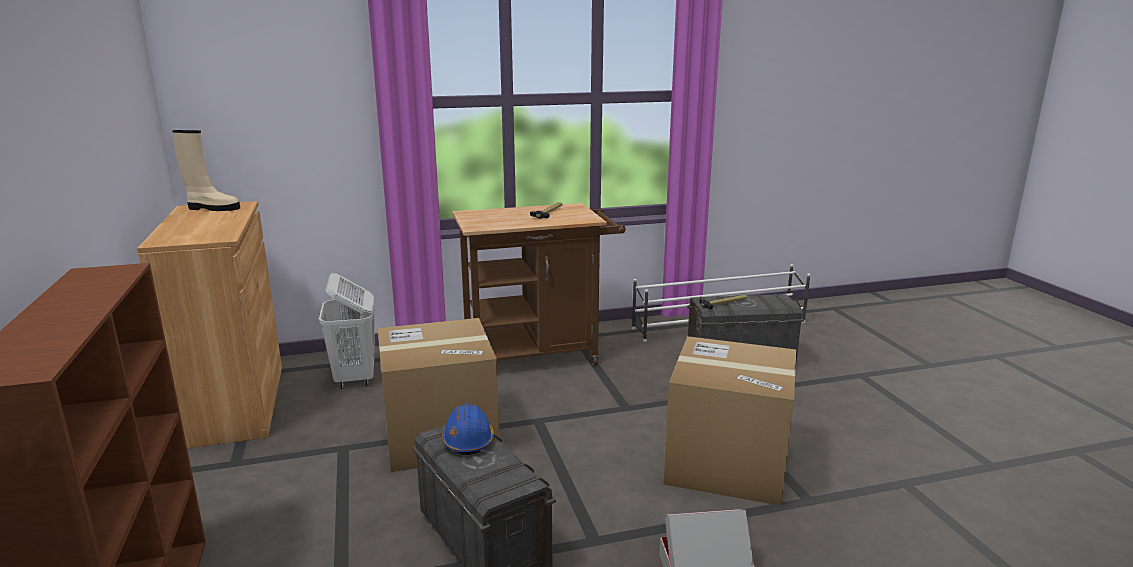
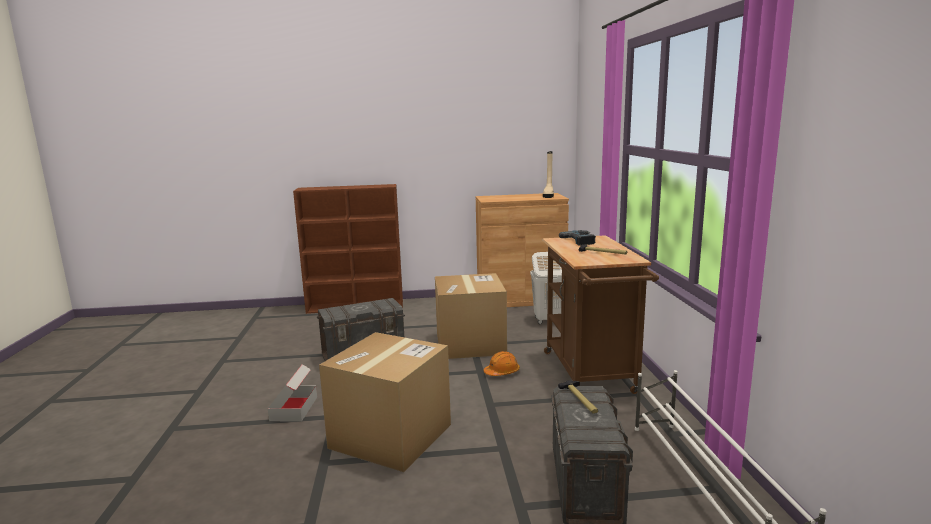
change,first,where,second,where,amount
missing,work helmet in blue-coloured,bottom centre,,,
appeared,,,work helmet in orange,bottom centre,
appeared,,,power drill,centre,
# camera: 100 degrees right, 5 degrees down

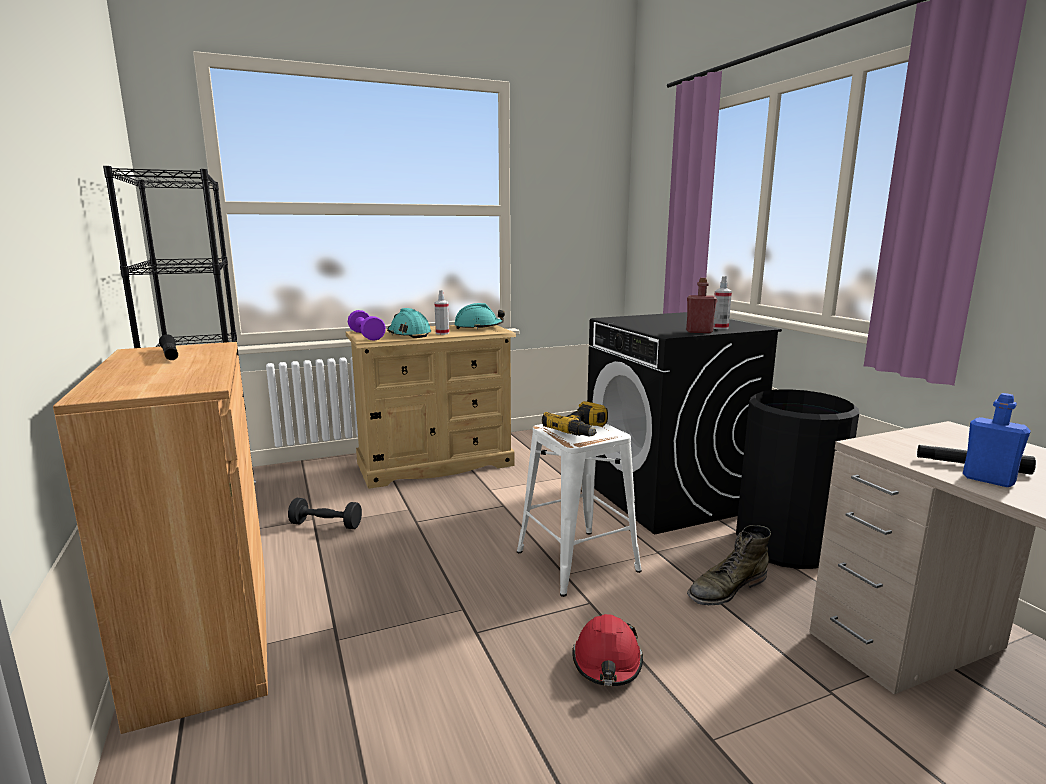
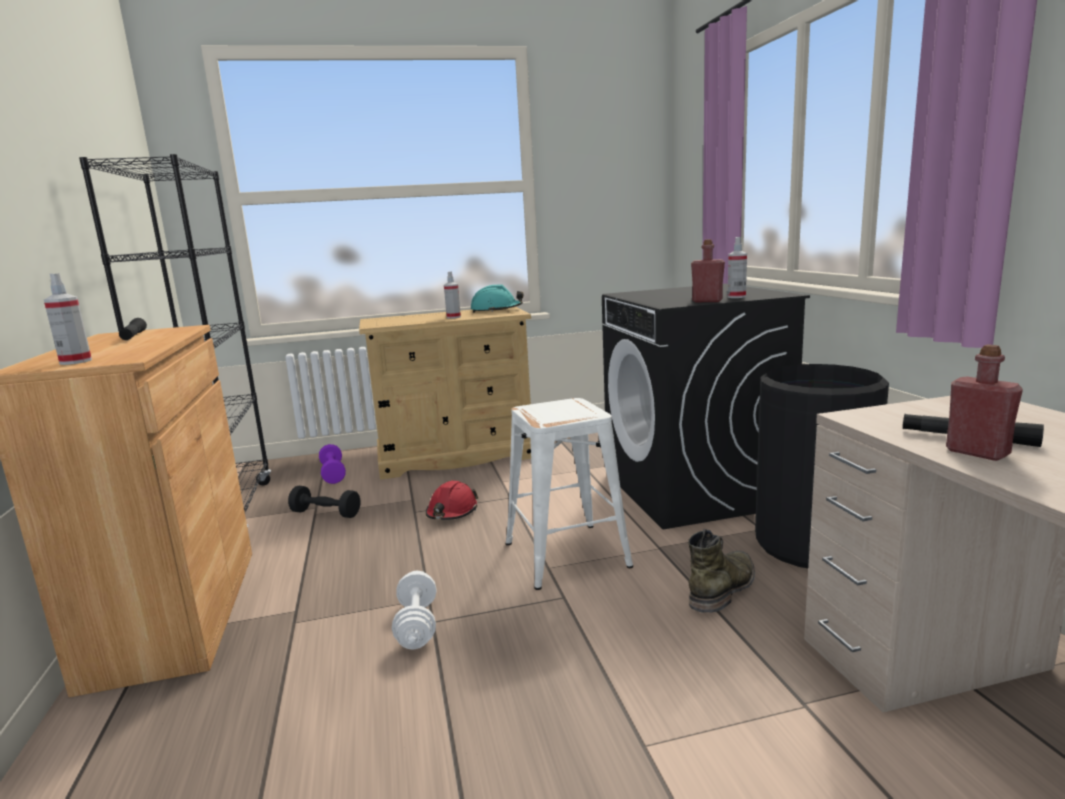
change,first,where,second,where,amount
missing,work helmet in turquoise (no. 1 from left),centre,,,
missing,power drill,centre,,,
appeared,,,hand sprayer (no. 1 from left),middle left,
appeared,,,hand weight in whitish,bottom centre,
relocated,hand weight in purple-coloured,centre,,middle left,
relocated,work helmet in red,bottom centre,,centre,
colour,beverage bottle in blue-coloured,middle right,beverage bottle in red (no. 2 from left),middle right,
spun,boot in green,bottom right,,bottom right,150 degrees clockwise
# camera: 10 degrees right, 0 degrees up

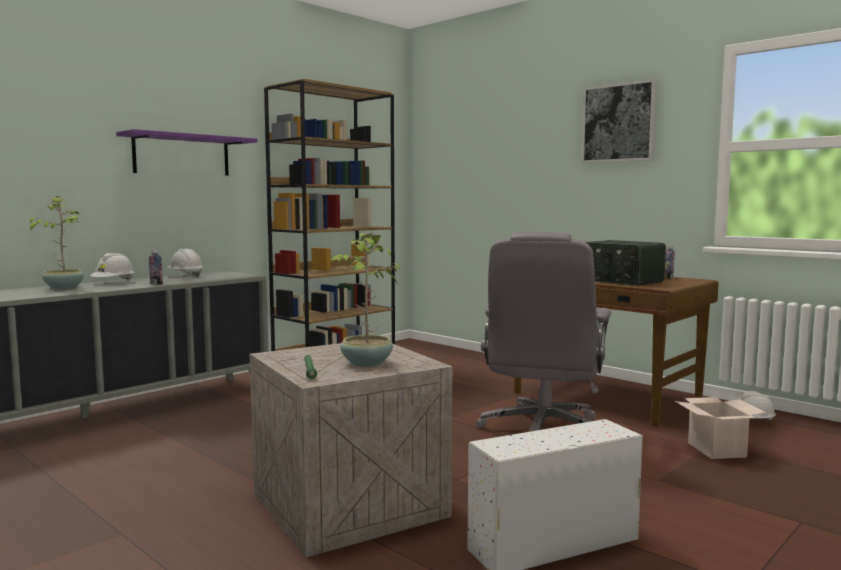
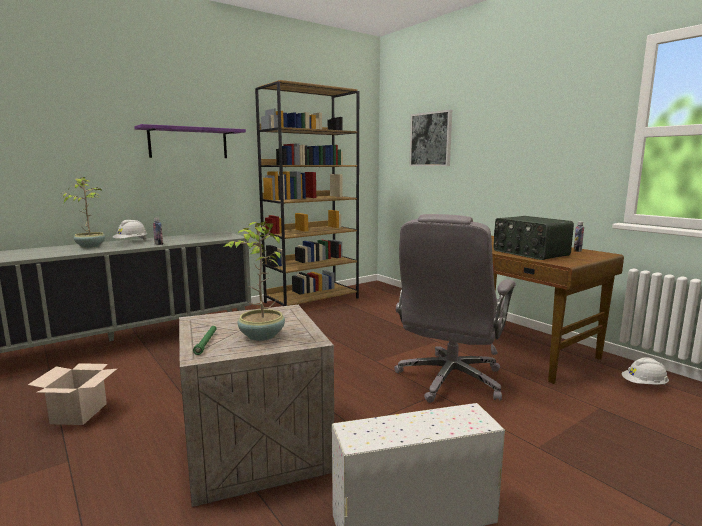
change,first,where,second,where,amount
missing,work helmet in whitish (no. 2 from left),middle left,,,
relocated,wall picture,top right,,top centre,
relocated,cardboard box,bottom right,,bottom left,
# camera: 10 degrees right, 5 degrees up

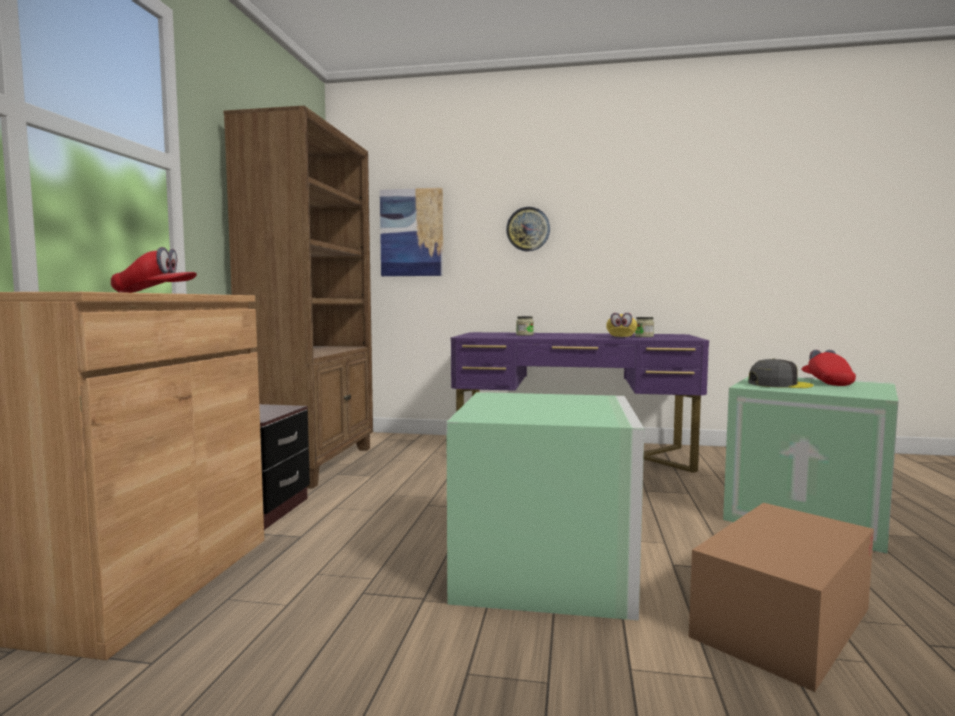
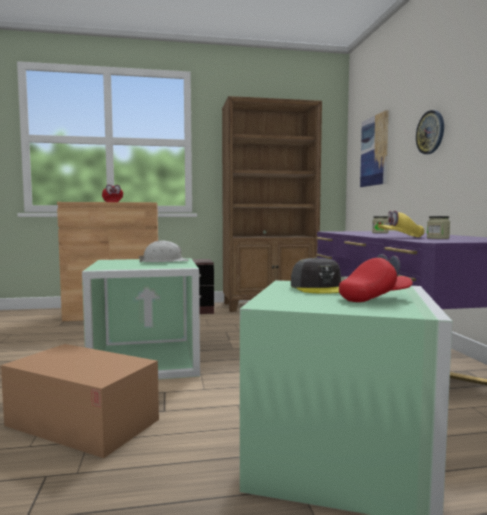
change,first,where,second,where,amount
appeared,,,work helmet in whitish,centre,
# camera: 70 degrees right, 0 degrees up

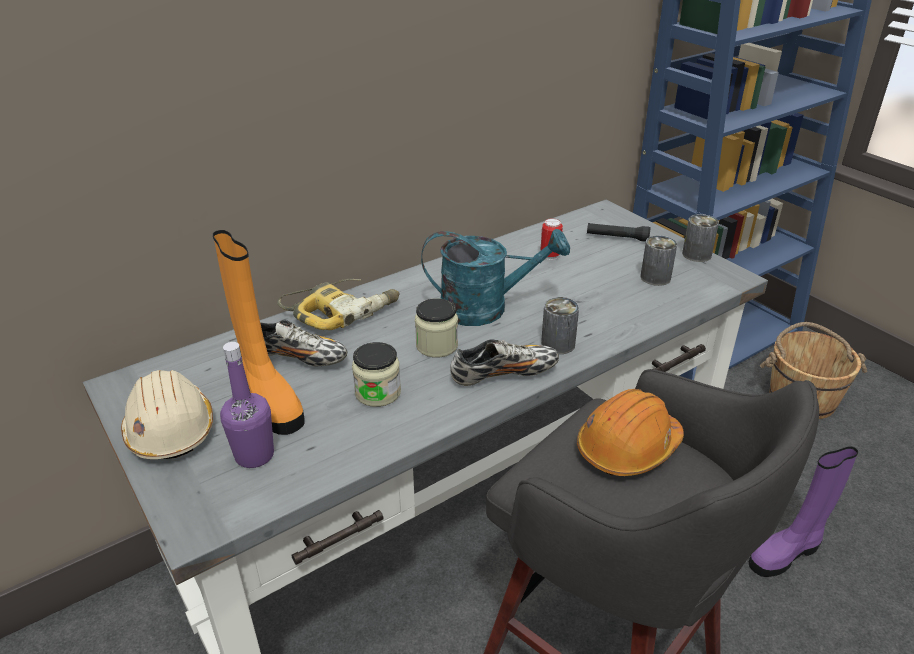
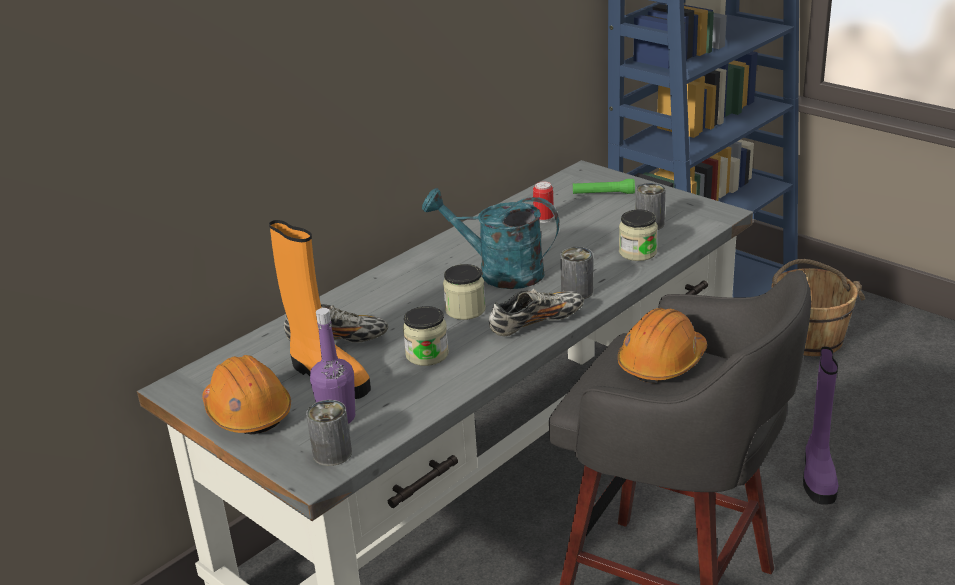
change,first,where,second,where,amount
missing,power drill,centre,,,
appeared,,,preserve jar (no. 3 from left),middle right,
relocated,sealed can (no. 4 from left in the first image),middle right,sealed can (no. 1 from left),bottom centre,
colour,work helmet in beige,middle left,work helmet in orange (no. 1 from left),bottom left,
colour,hand torch in black,middle right,hand torch in green,top centre,
spun,watering pot in turquoise,centre,,centre,150 degrees counterclockwise
spun,boot in purple-coloured,bottom right,,bottom right,45 degrees counterclockwise
# camera: 10 degrees left, 5 degrees down

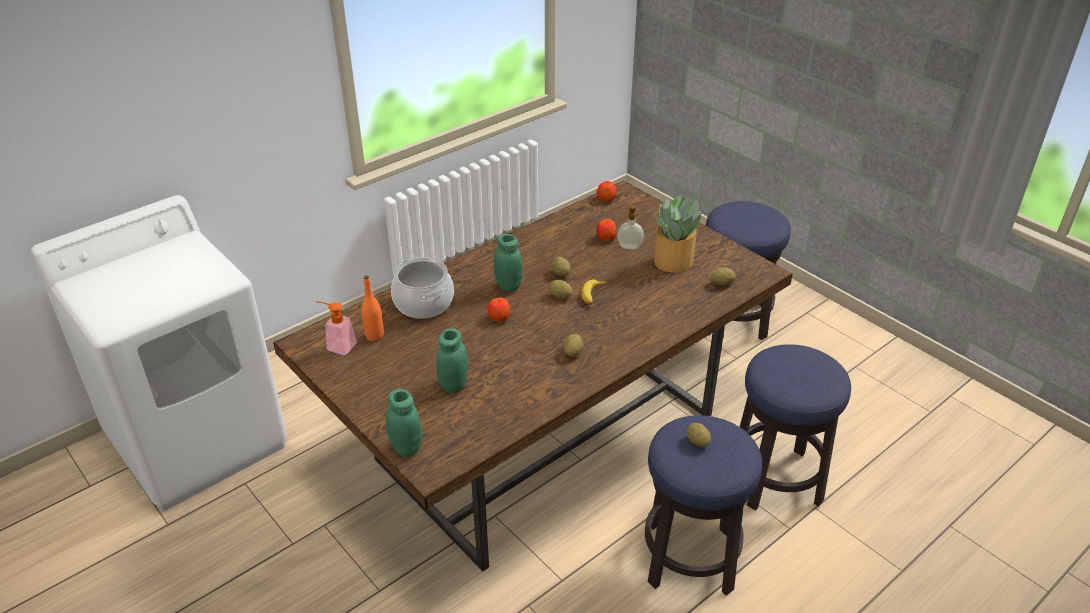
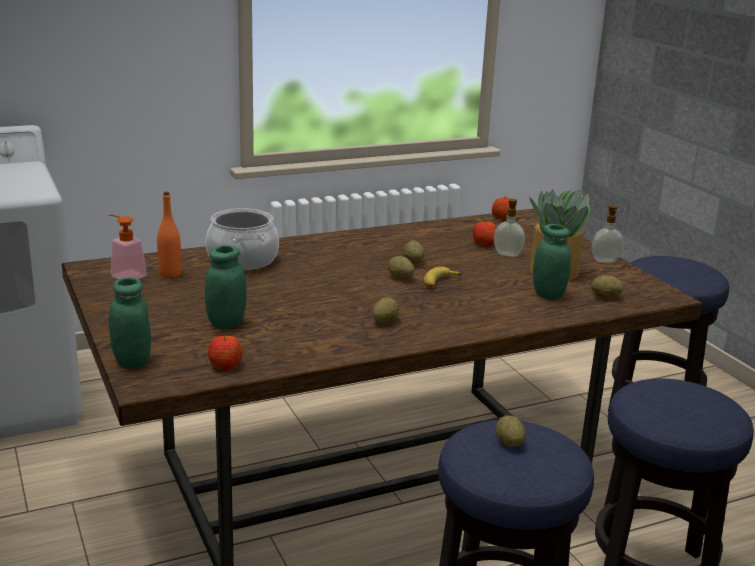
change,first,where,second,where,amount
appeared,,,soap bottle (no. 3 from left),middle right,
relocated,whole apple (no. 1 from left),centre,,middle left,
relocated,preserve jar in green (no. 3 from left),centre,,middle right,
# camera: 15 degrees right, 15 degrees down

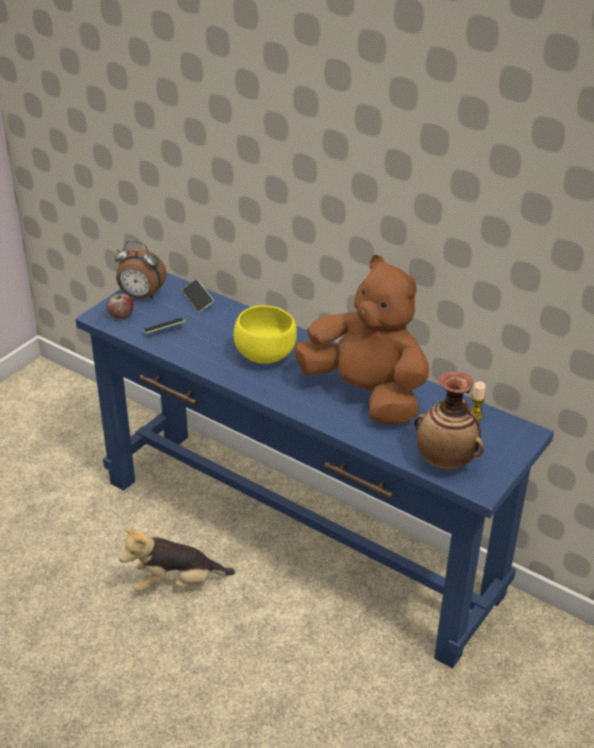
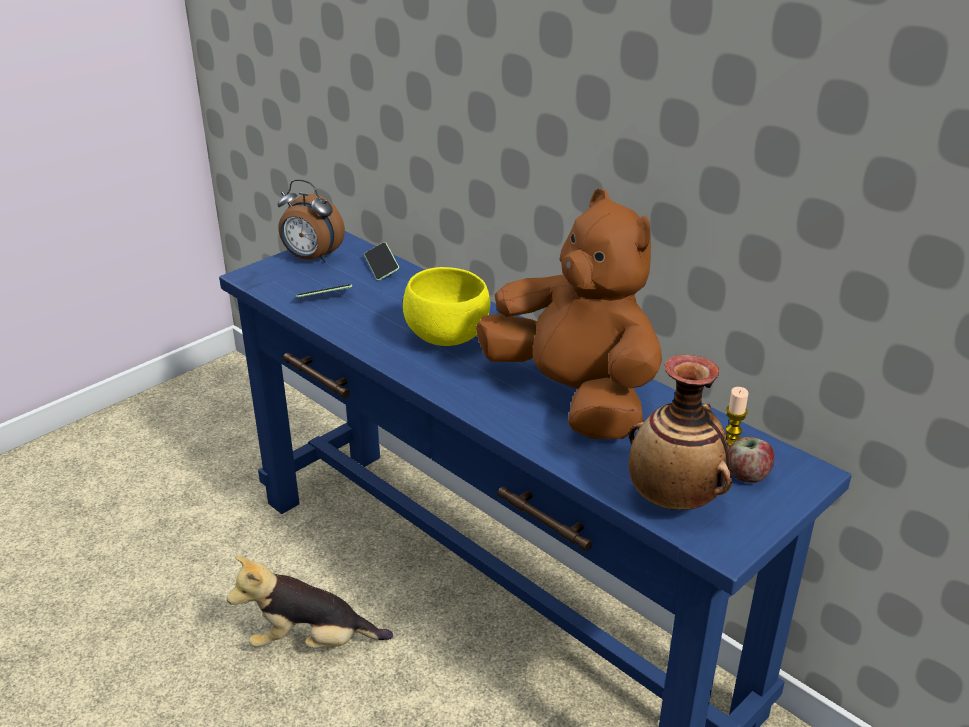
change,first,where,second,where,amount
relocated,whole apple,middle left,,middle right,
# camera: 10 degrees right, 5 degrees down

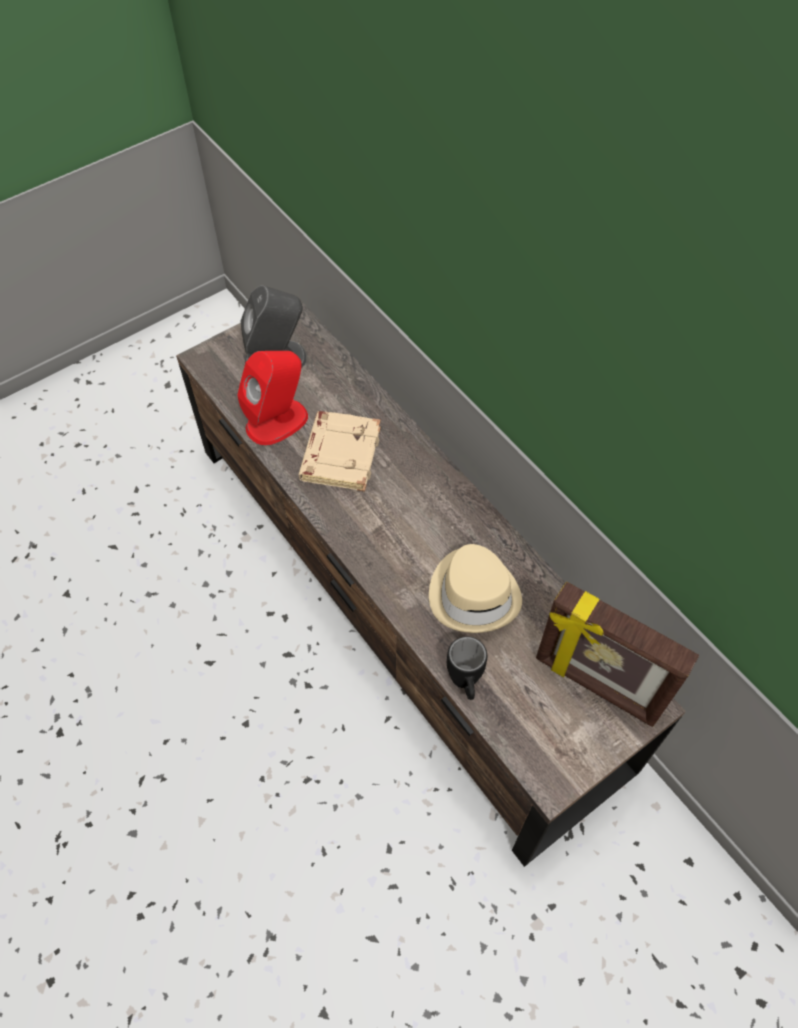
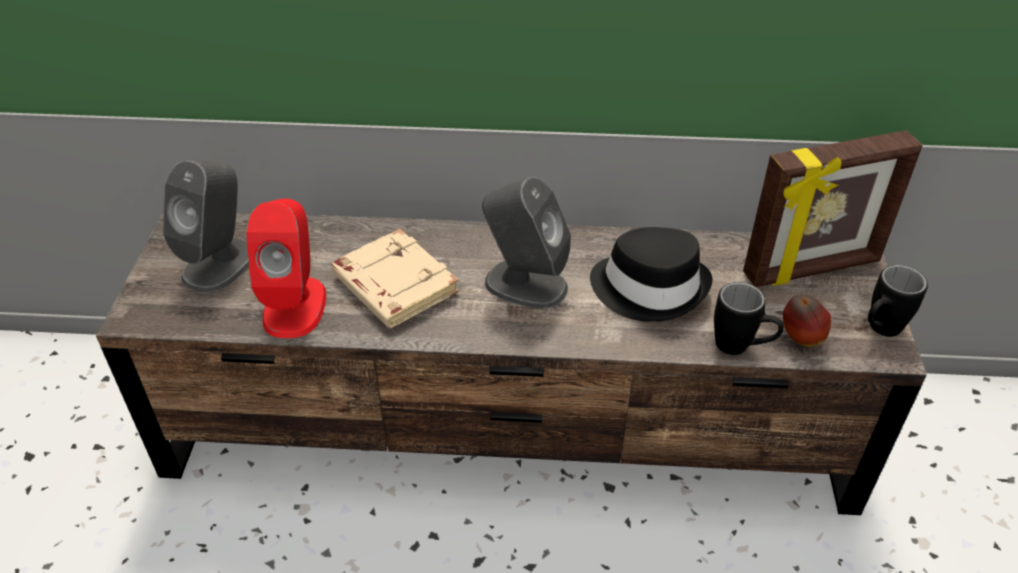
change,first,where,second,where,amount
appeared,,,audio speaker in grey (no. 2 from left),centre,
appeared,,,whole apple,middle right,
appeared,,,coffee mug in black (no. 2 from left),middle right,
colour,clothing hat in beige,centre,clothing hat in black,centre,
# camera: 50 degrees left, 15 degrees down

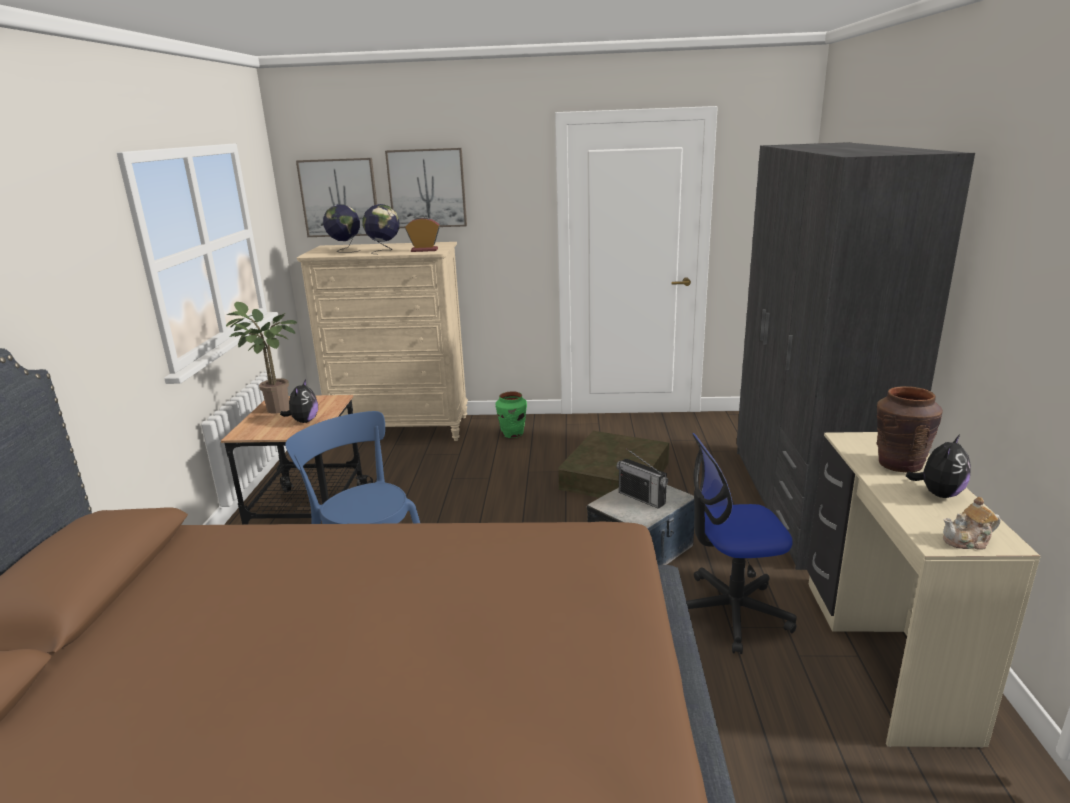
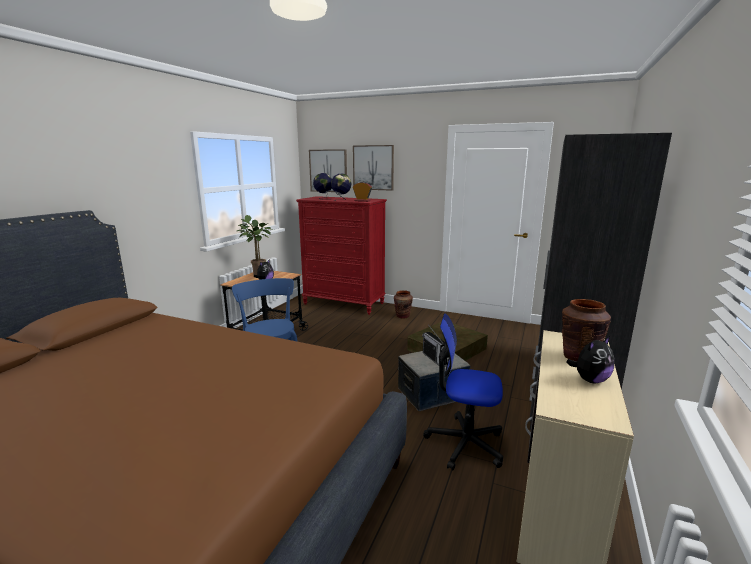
change,first,where,second,where,amount
missing,teapot,middle right,,,
colour,chest of drawers in beige,centre,chest of drawers in red,centre,
colour,decorative vase in green,centre,decorative vase in brown-coloured (no. 1 from left),centre,
# camera: 20 degrees right, 5 degrees down

